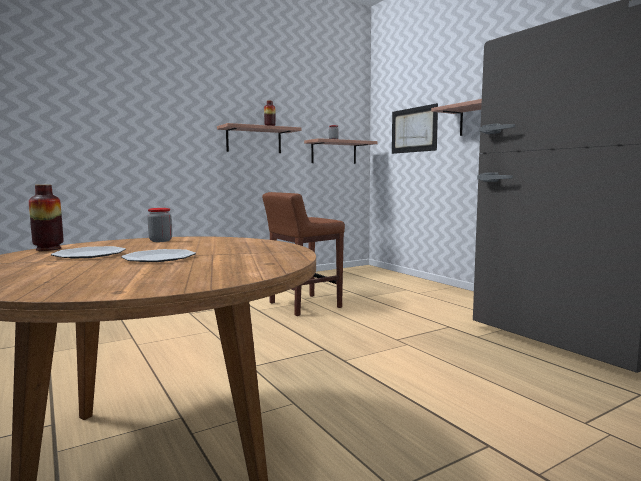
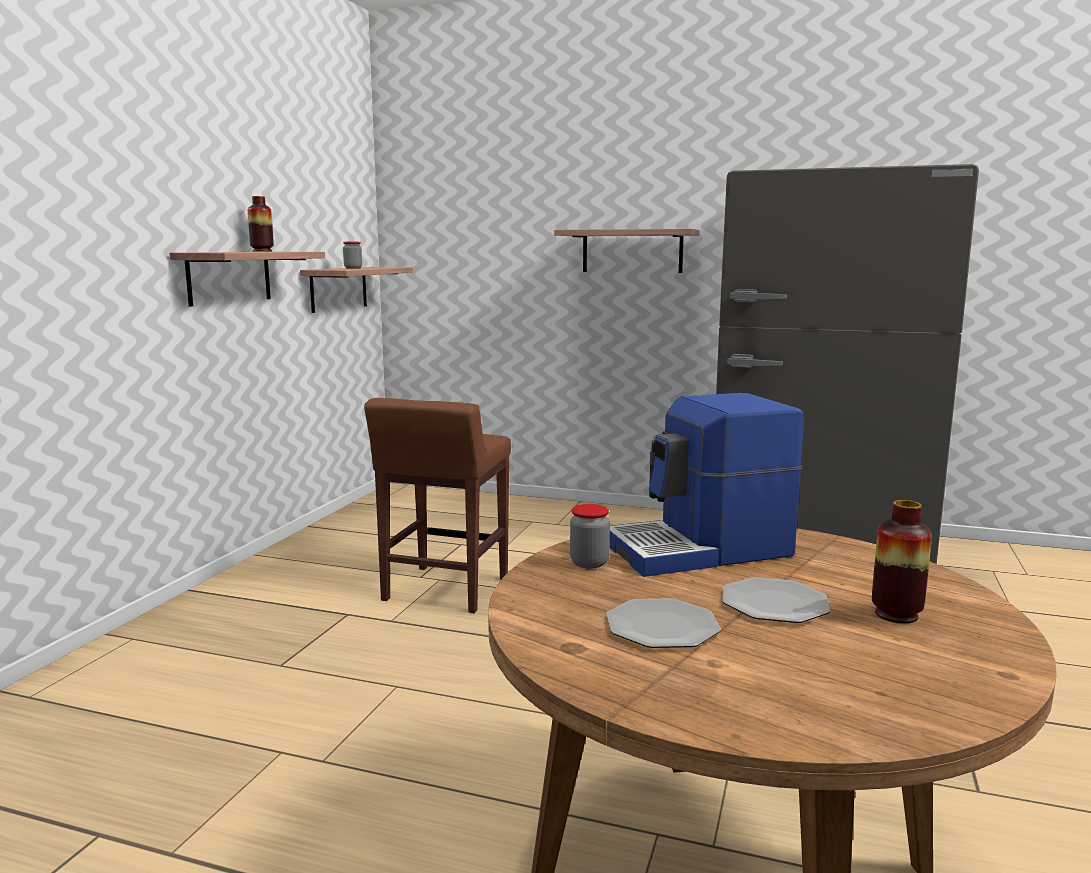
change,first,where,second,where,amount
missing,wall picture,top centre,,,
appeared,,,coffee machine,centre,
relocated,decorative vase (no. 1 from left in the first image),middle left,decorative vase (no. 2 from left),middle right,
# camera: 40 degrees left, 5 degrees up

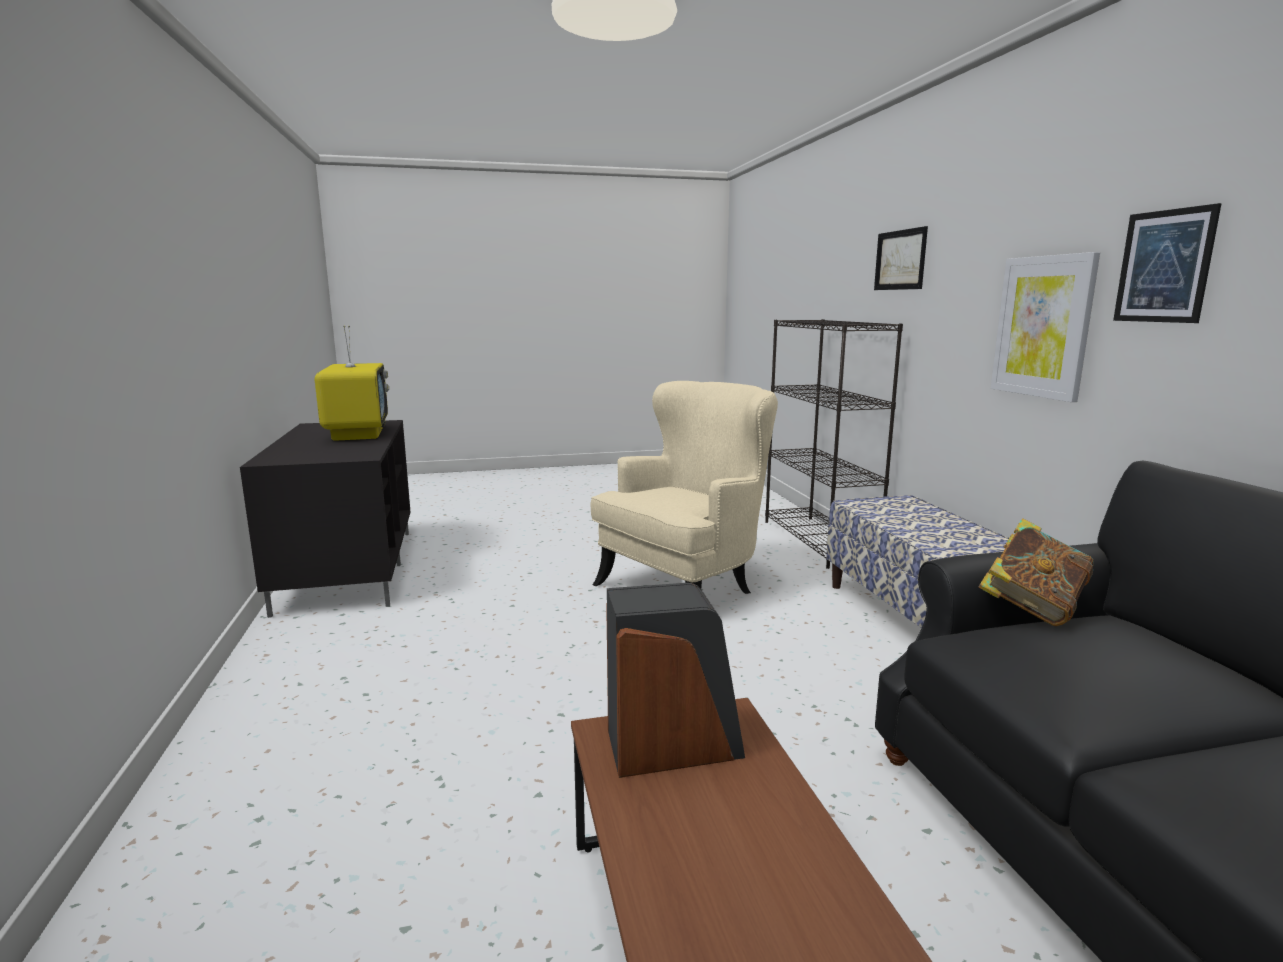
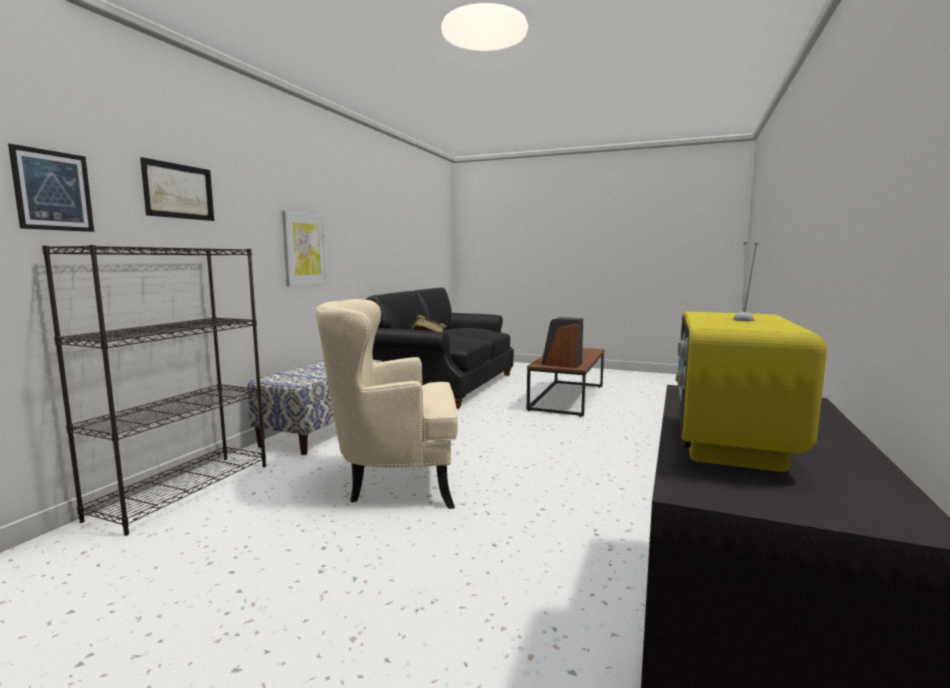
change,first,where,second,where,amount
relocated,wall picture (no. 3 from left in the first image),top right,wall picture (no. 1 from left),top left,
# camera: 145 degrees left, 5 degrees down

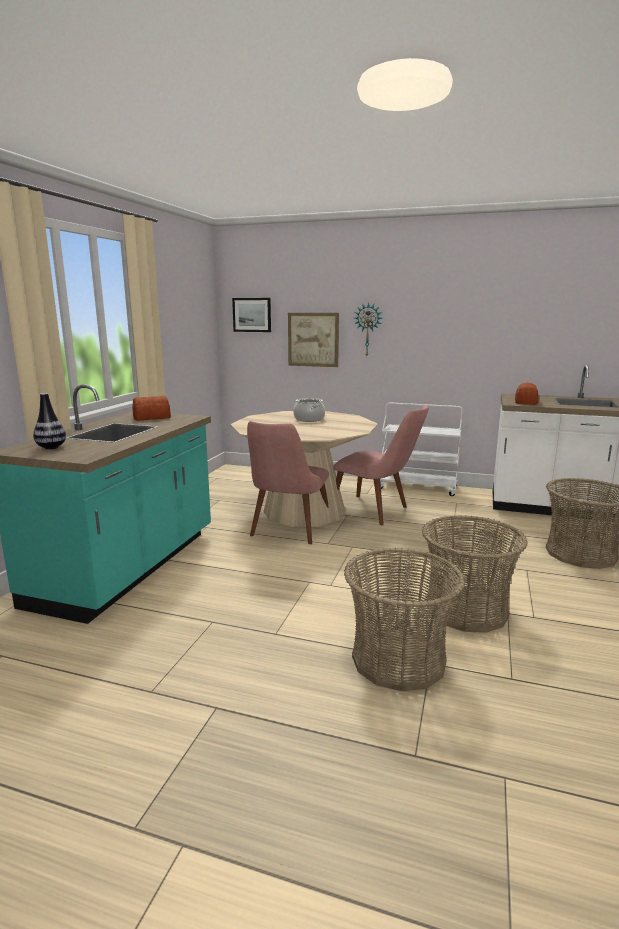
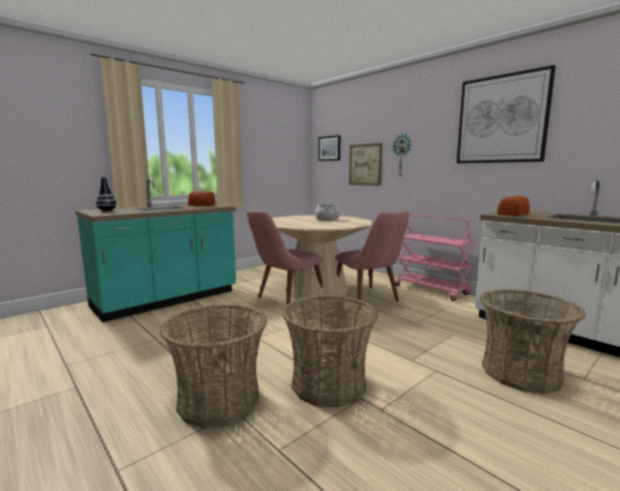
change,first,where,second,where,amount
appeared,,,wall picture (no. 3 from left),top right,
colour,cart in whitish,middle right,cart in pink,middle right,
# camera: 30 degrees right, 5 degrees down

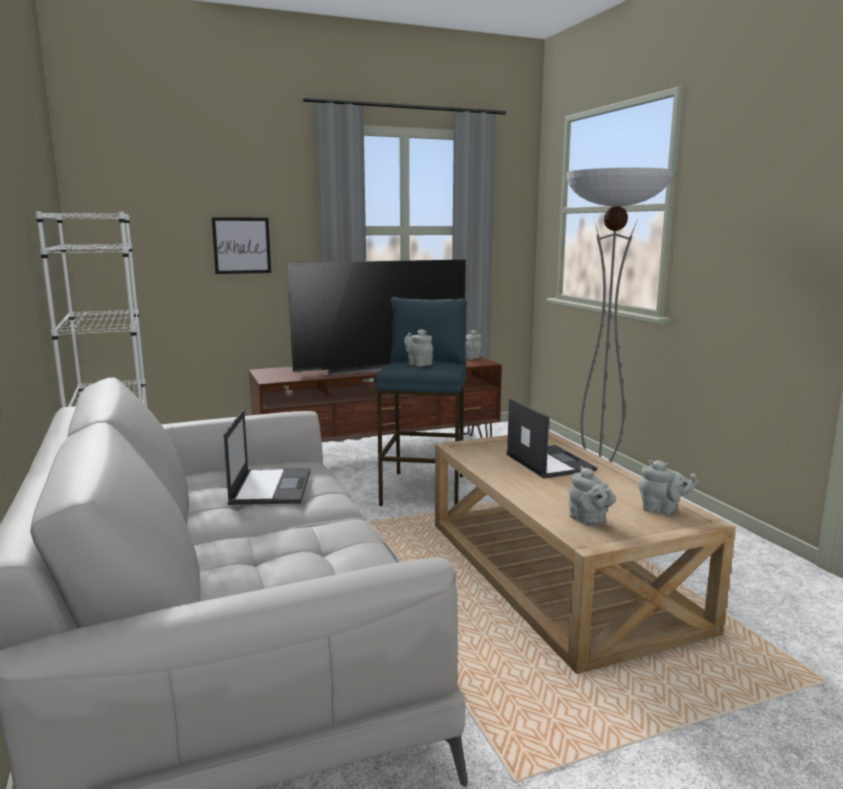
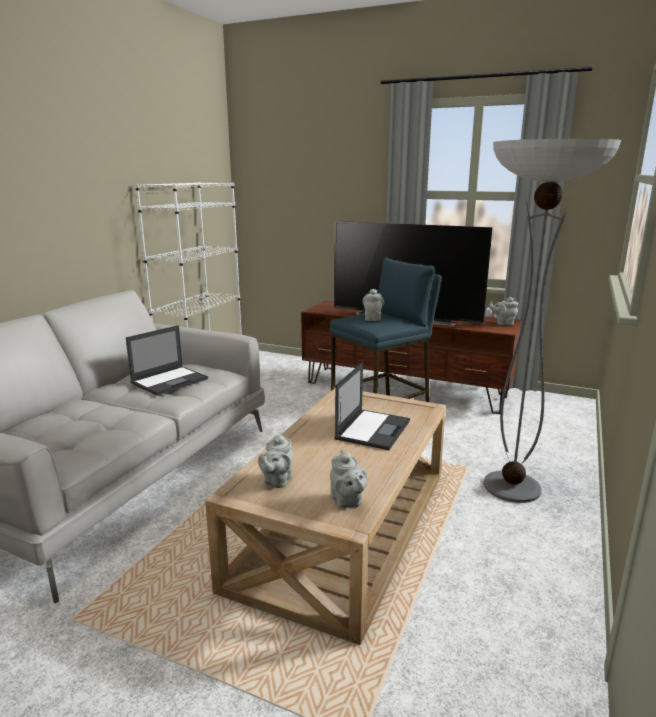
change,first,where,second,where,amount
missing,wall picture,top left,,,
# camera: 45 degrees right, 5 degrees up

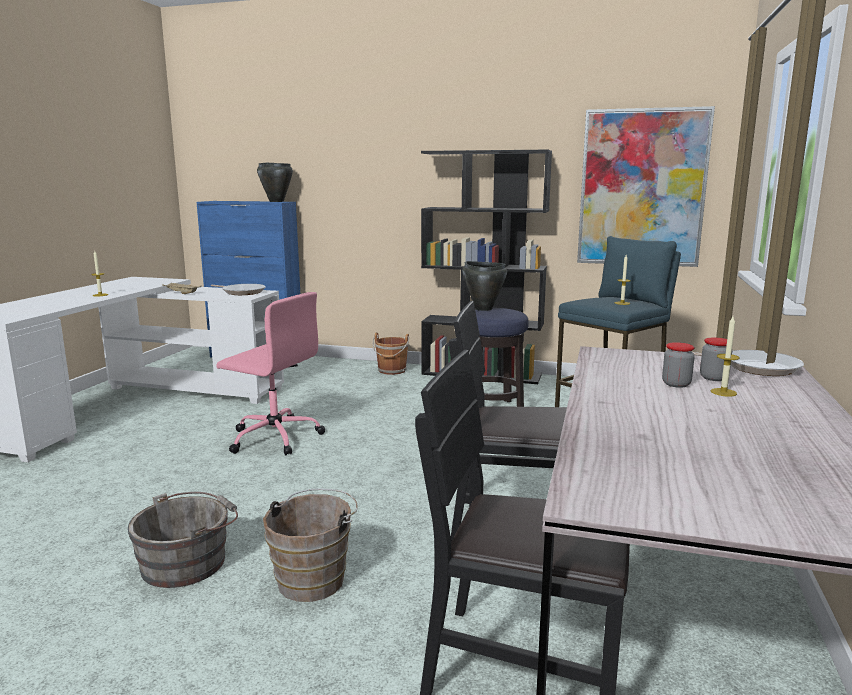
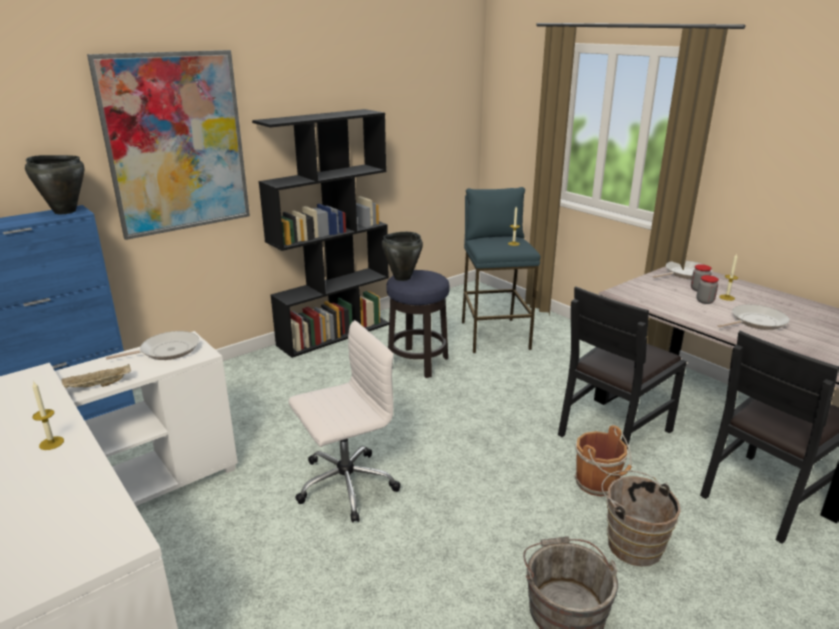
change,first,where,second,where,amount
appeared,,,skillet (no. 3 from left),middle right,
relocated,water bucket in brown-coloured (no. 2 from left in the first image),centre,water bucket in brown-coloured (no. 1 from left),bottom right,
relocated,wall picture,top right,,top left,
colour,computer chair in pink,middle left,computer chair in whitish,bottom centre,
# camera: 55 degrees left, 10 degrees up

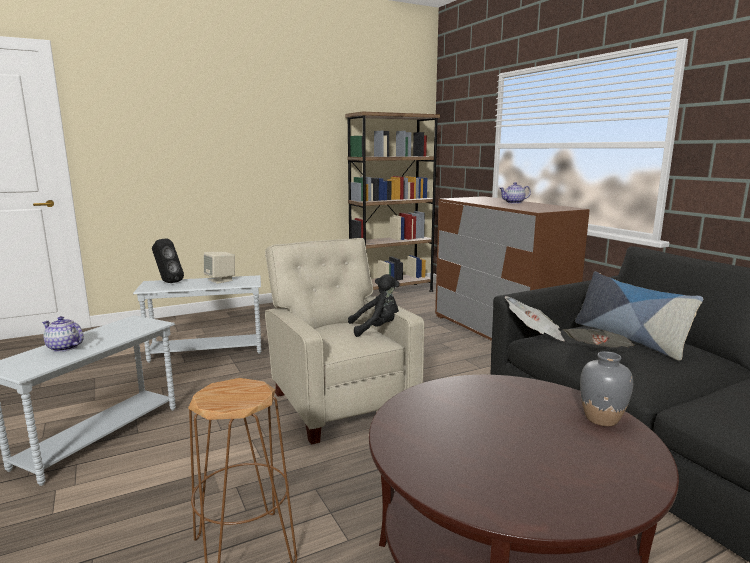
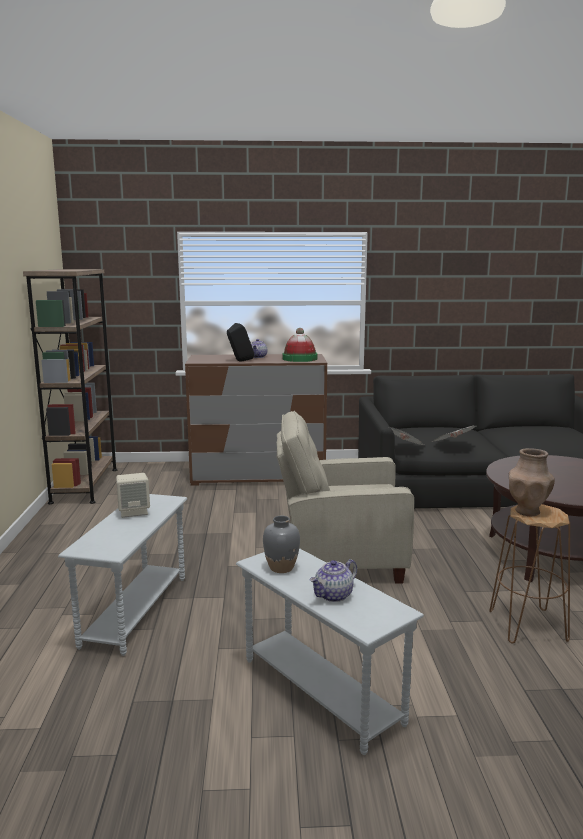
change,first,where,second,where,amount
missing,plush toy in black,centre,,,
missing,throw pillow,middle right,,,
appeared,,,clothing hat,centre,
appeared,,,decorative vase in brown-coloured,middle right,
relocated,audio speaker in black,middle left,,centre,
relocated,decorative vase in grey,bottom right,,centre,
# camera: 65 degrees left, 0 degrees up

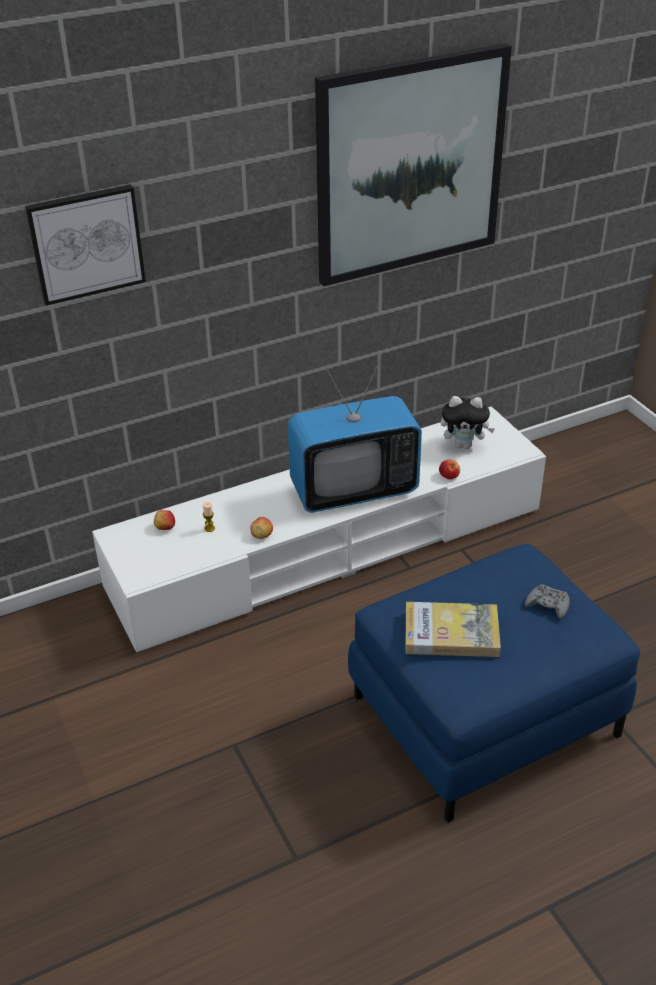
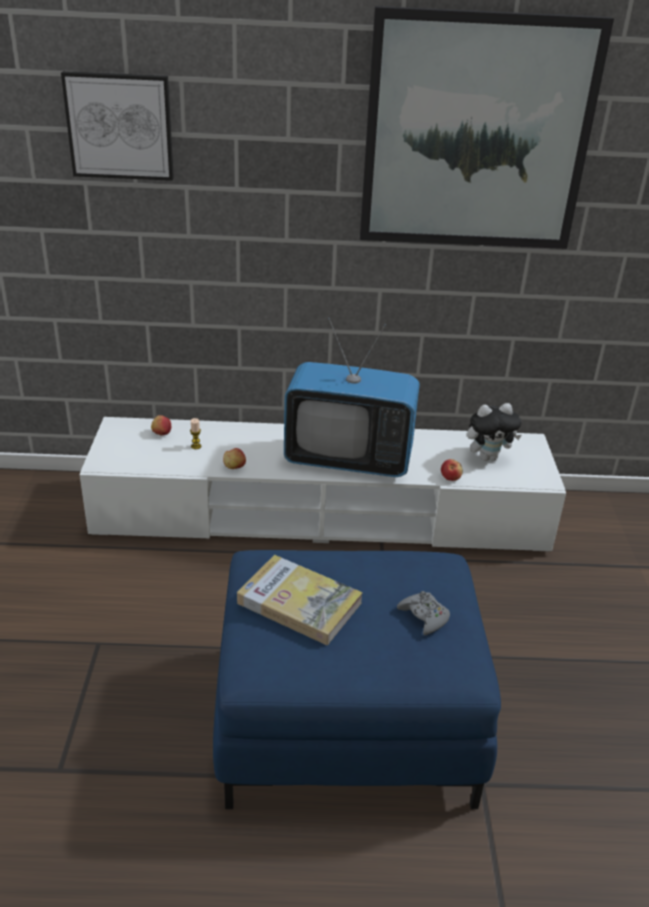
change,first,where,second,where,amount
spun,plush toy,middle right,,middle right,45 degrees counterclockwise
# camera: 25 degrees right, 5 degrees down

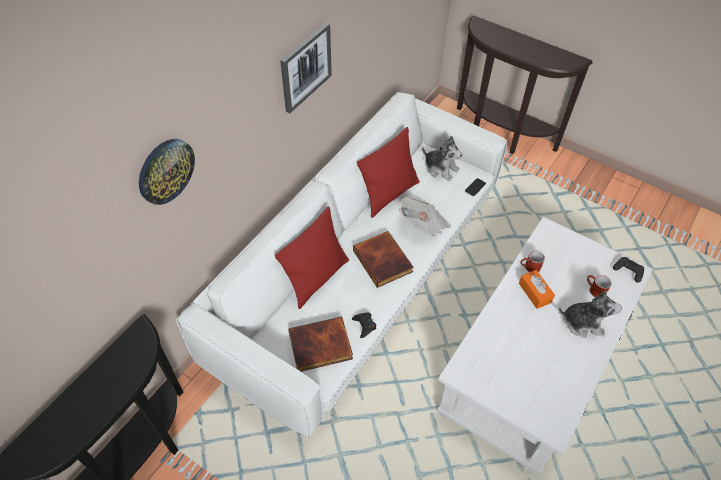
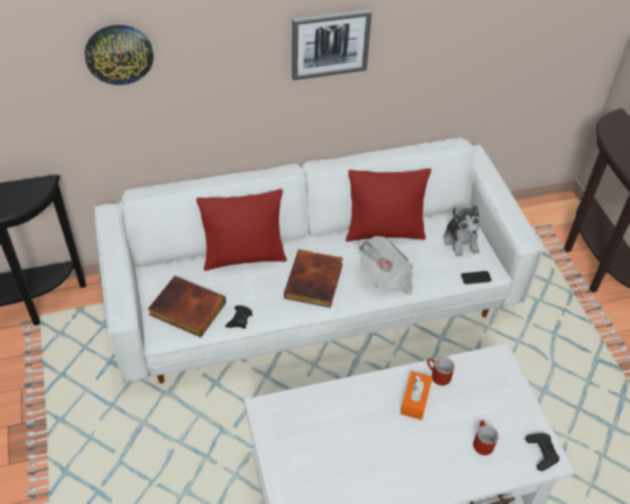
change,first,where,second,where,amount
missing,plush toy (no. 2 from left),middle right,,,
# camera: 40 degrees right, 5 degrees down

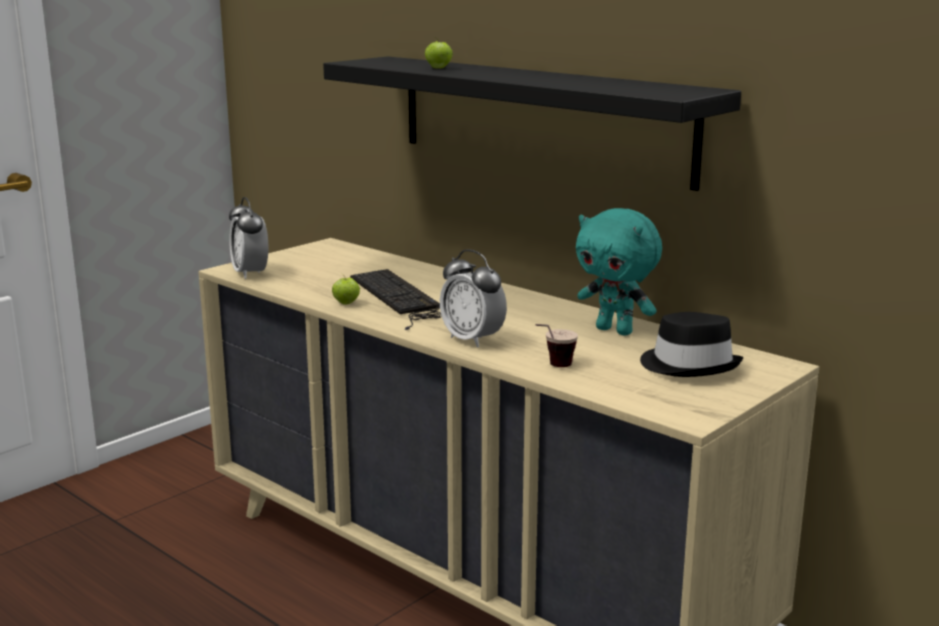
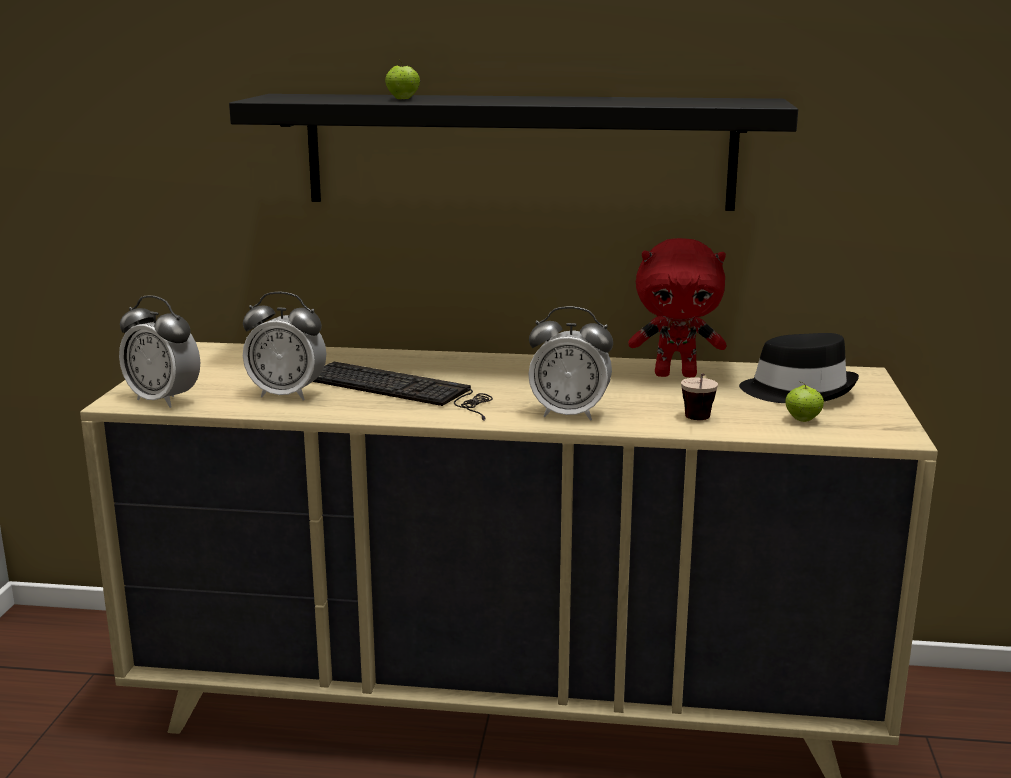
change,first,where,second,where,amount
appeared,,,table clock (no. 2 from left),middle left,
relocated,whole apple (no. 1 from left in the first image),centre,whole apple (no. 2 from left),middle right,
colour,plush toy in turquoise,centre,plush toy in red,middle right,
# camera: 35 degrees left, 0 degrees up

